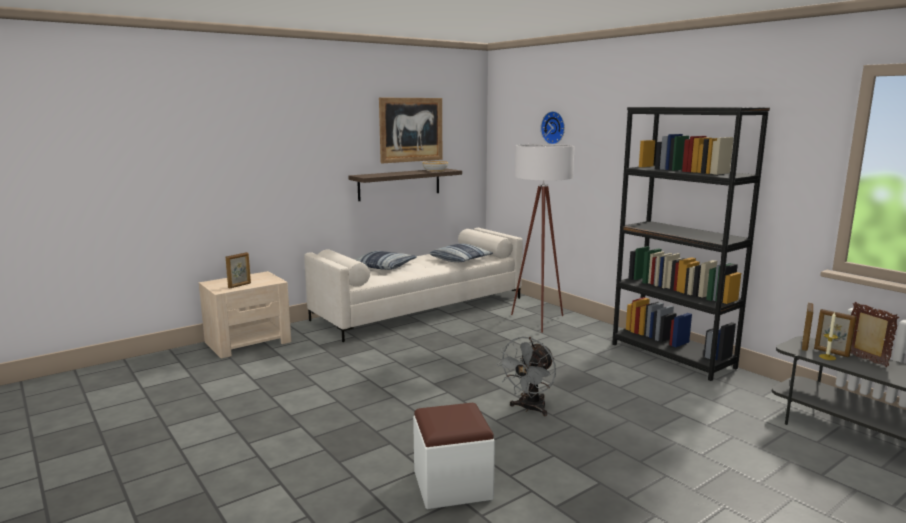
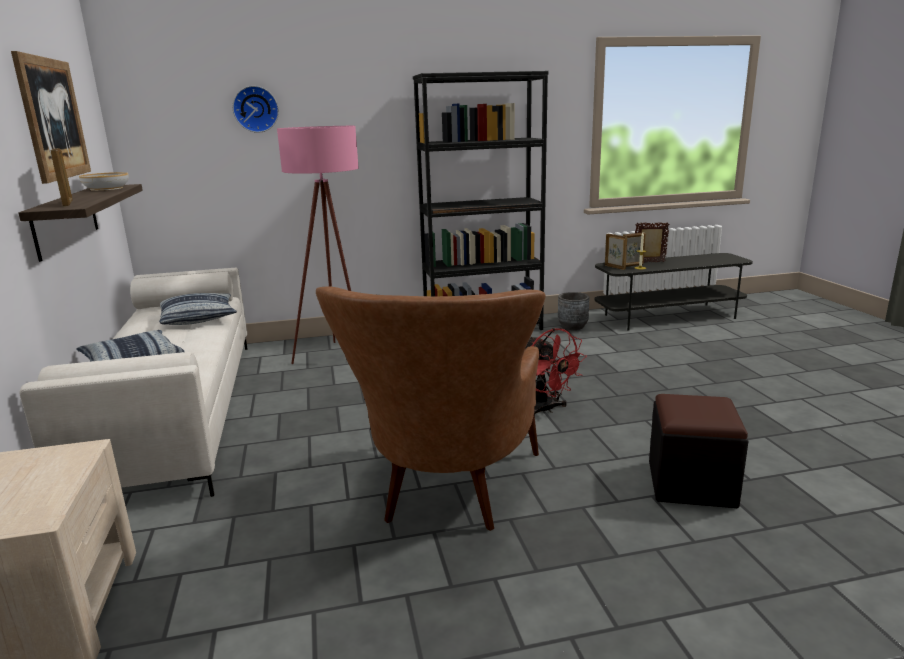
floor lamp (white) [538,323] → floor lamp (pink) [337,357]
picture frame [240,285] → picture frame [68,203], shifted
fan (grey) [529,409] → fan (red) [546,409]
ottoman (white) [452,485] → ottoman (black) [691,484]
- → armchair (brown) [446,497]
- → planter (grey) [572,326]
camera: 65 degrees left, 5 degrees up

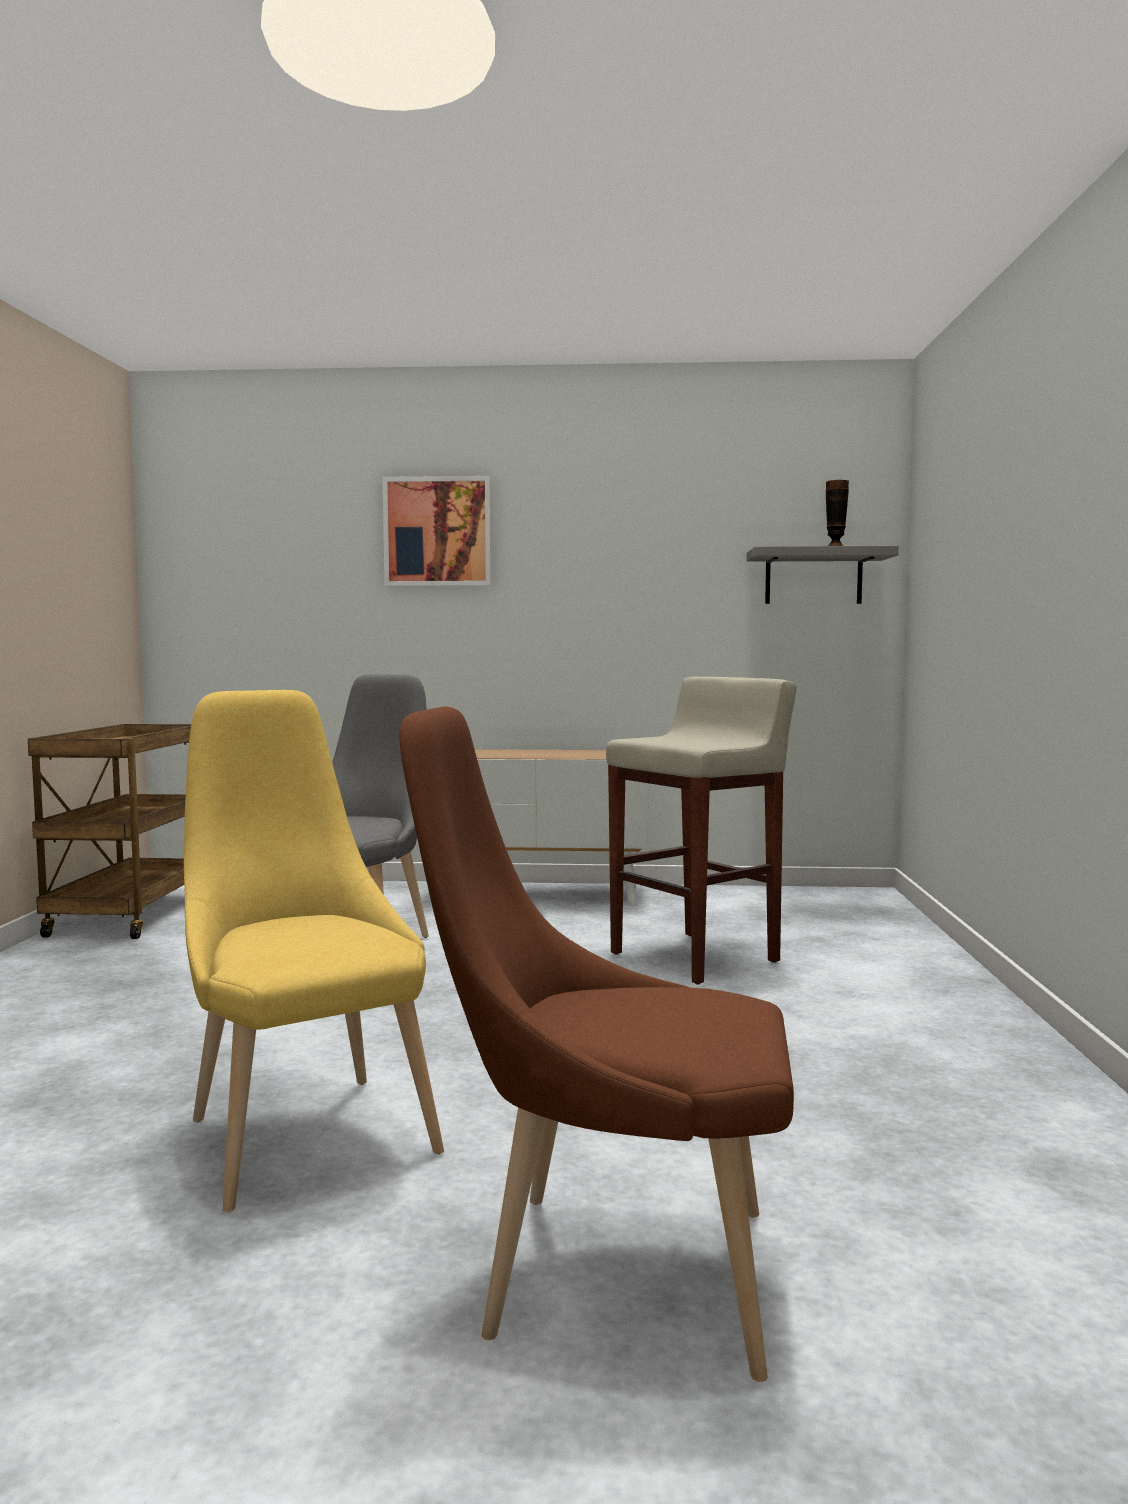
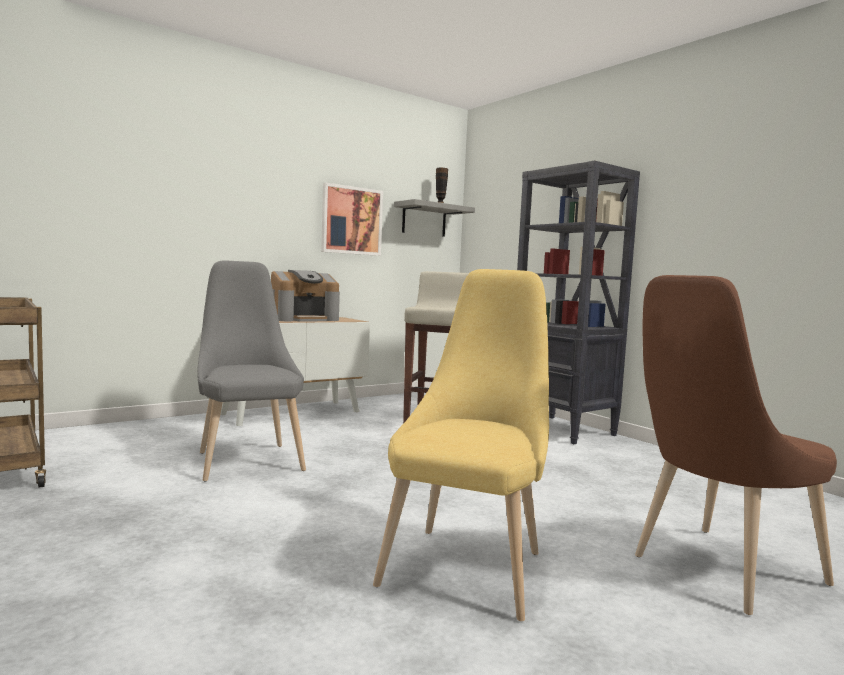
picture [437,532] → picture [351,220], shifted
chair (yellow) [303,1130] → chair (yellow) [468,564], 90 degrees clockwise
- → bookcase (black) [562,430]
- → coffee machine [303,319]
camera: 40 degrees left, 0 degrees up

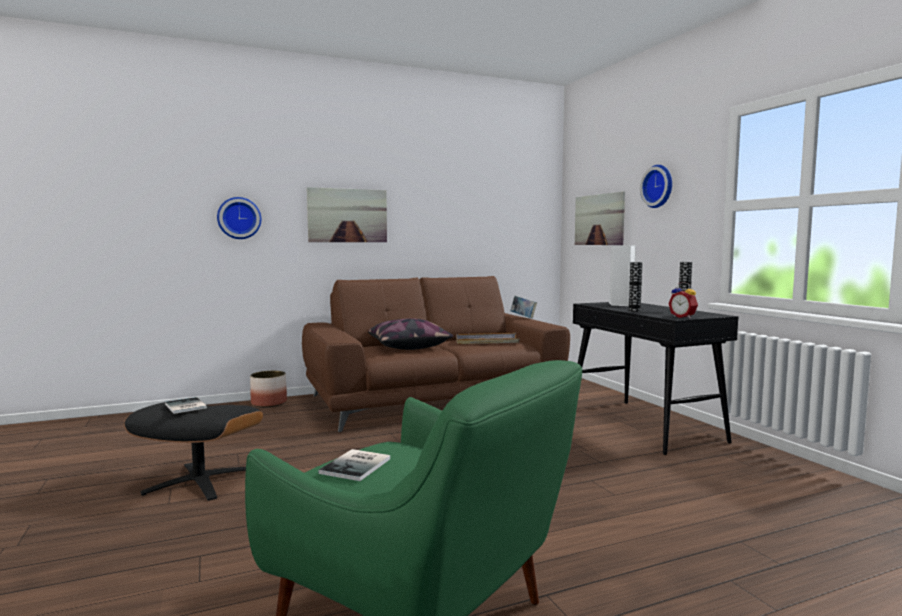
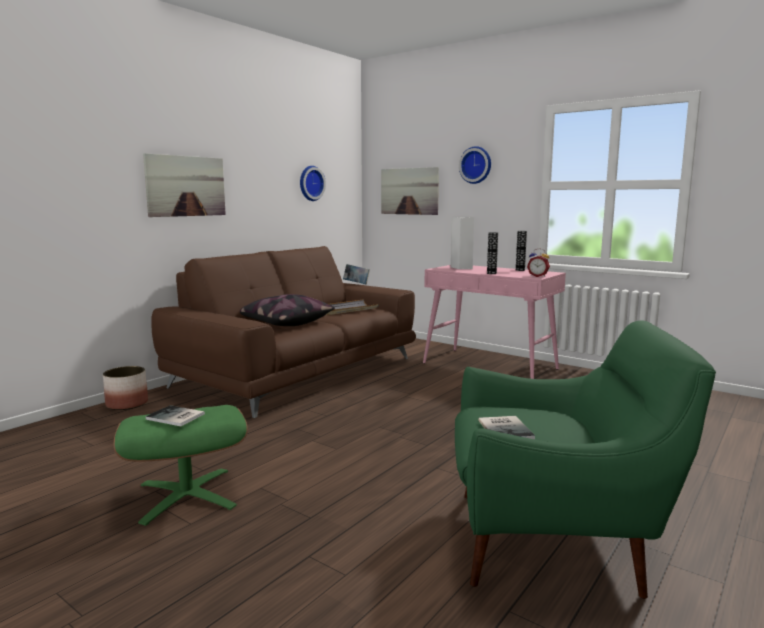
wall clock [239,218] → wall clock [310,183], shifted
console table (black) [644,426] → console table (pink) [490,366]
ottoman (black) [199,481] → ottoman (green) [186,495]
camera: 30 degrees left, 5 degrees up

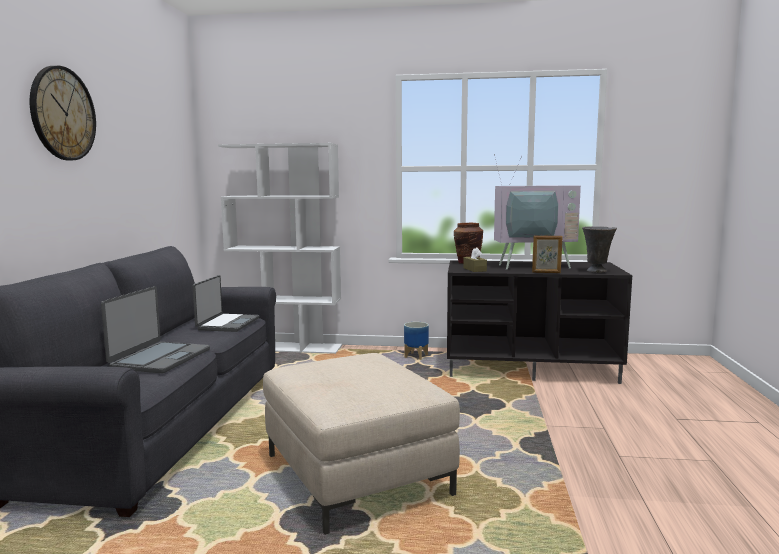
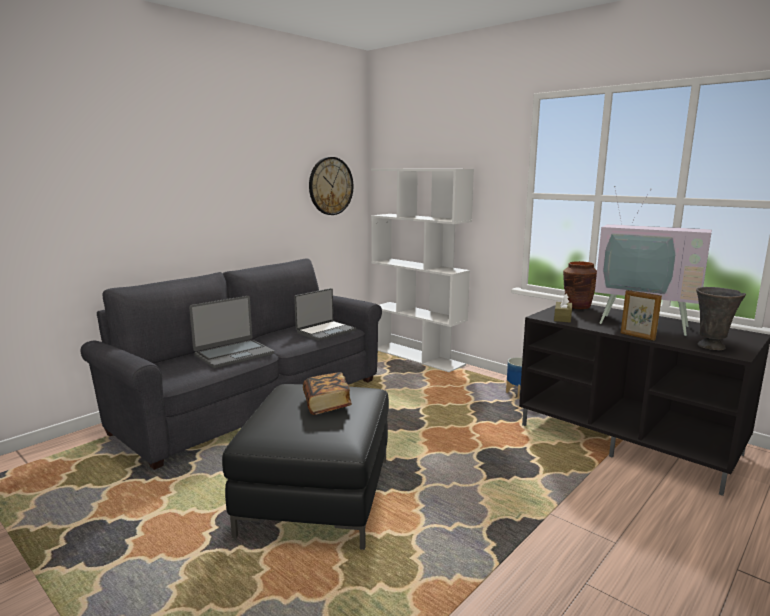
wall clock [62,114] → wall clock [330,186], shifted
ottoman (beige) [356,475] → ottoman (black) [318,496]
- → book [327,405]
camera: 35 degrees right, 5 degrees up

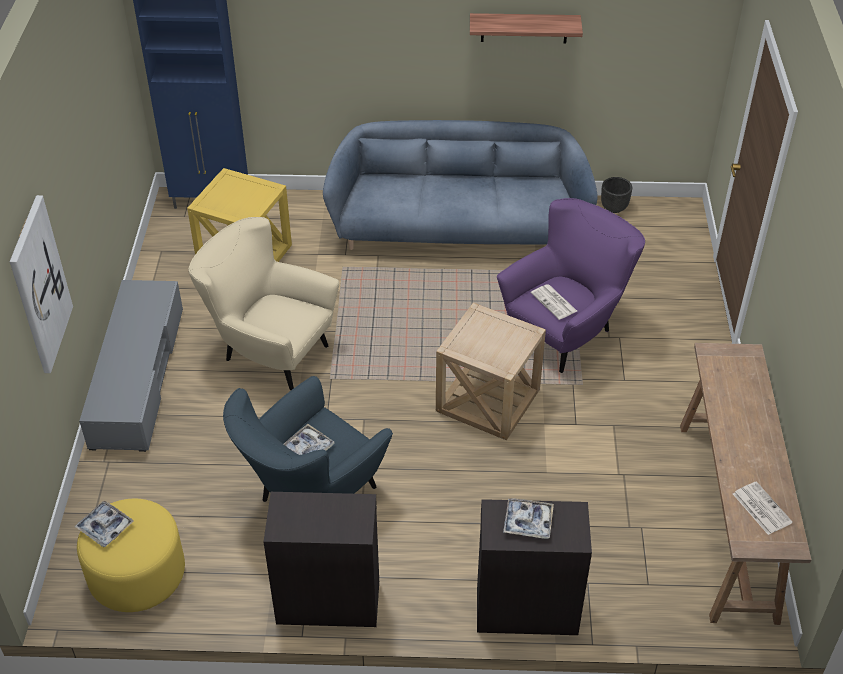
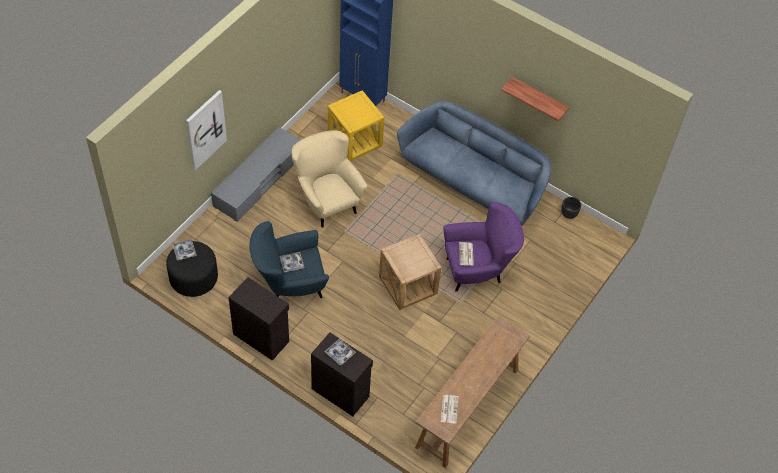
ottoman (yellow) [137,574] → ottoman (black) [193,278]
camera: 30 degrees right, 10 degrees up

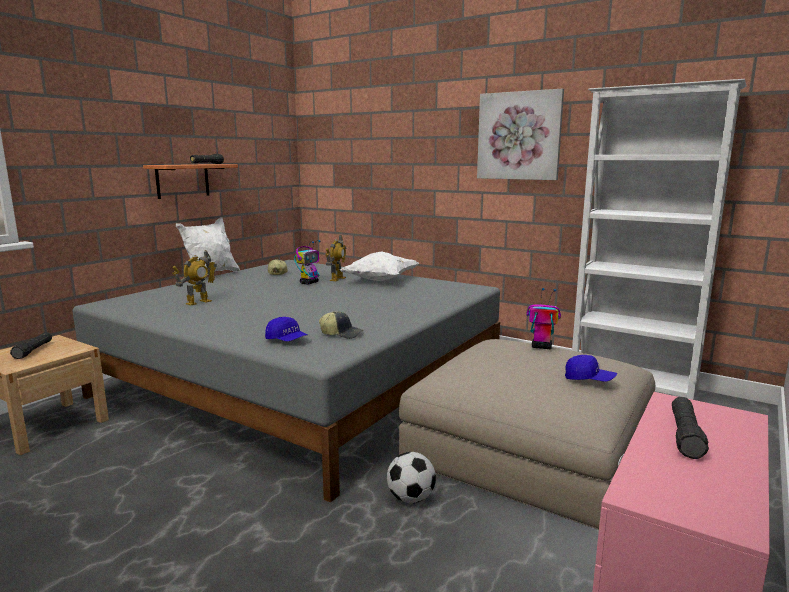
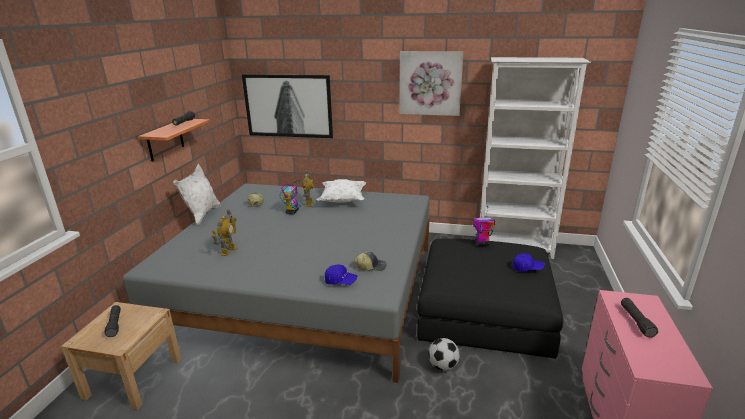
ottoman (beige) [529,447] → ottoman (black) [484,309]
- → picture [288,106]
camera: 20 degrees left, 10 degrees up

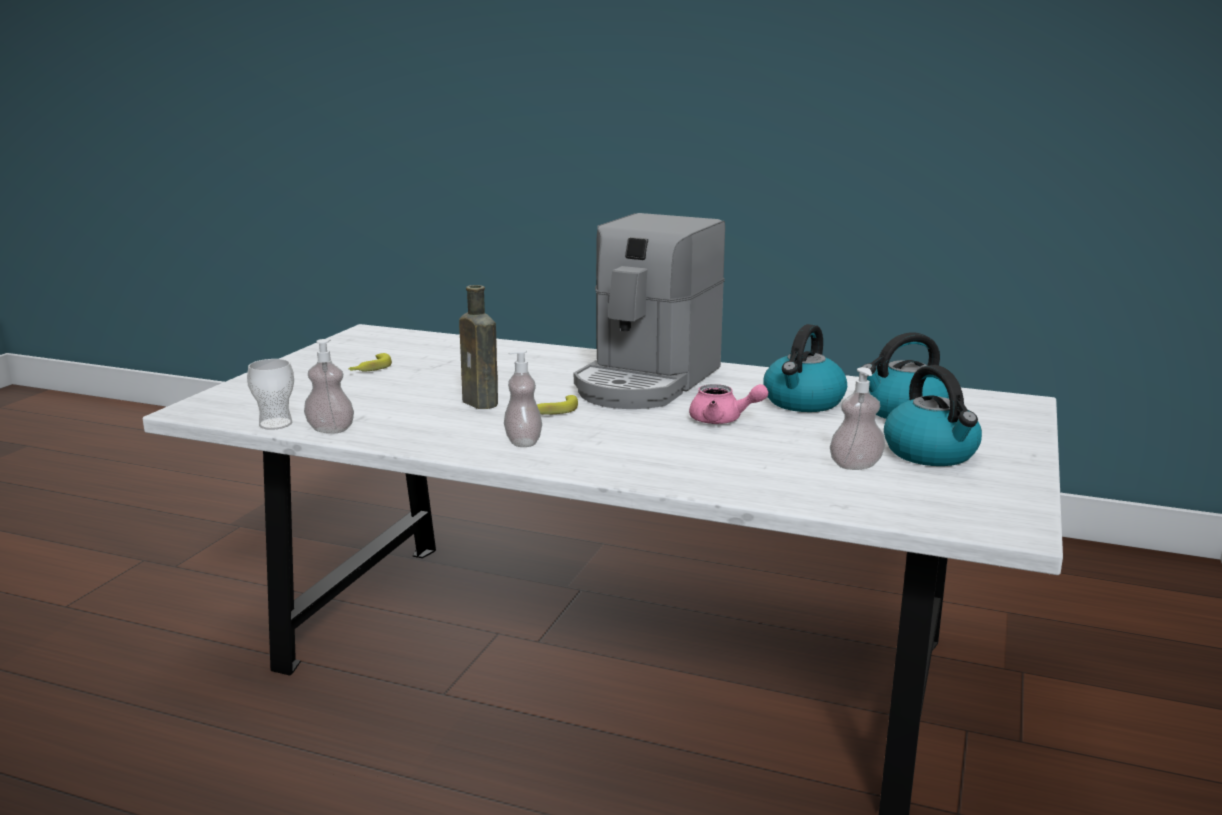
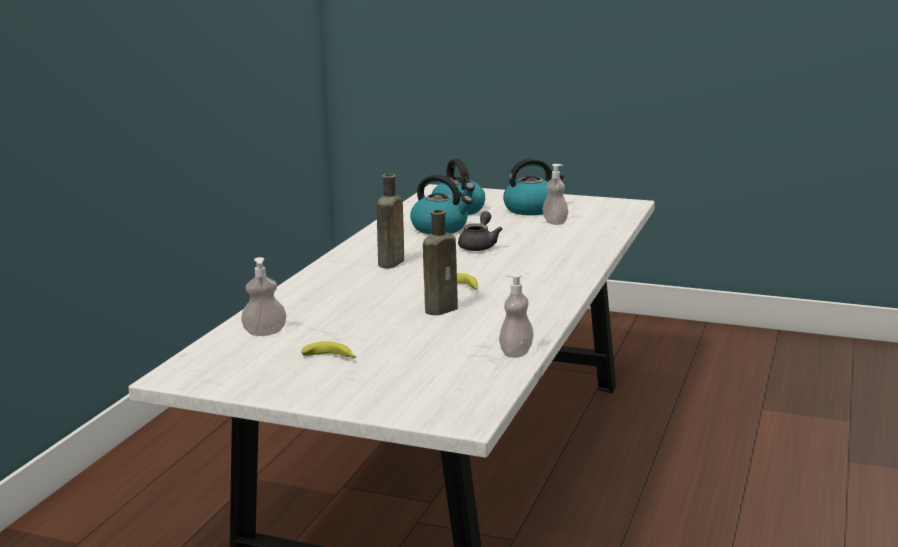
coffee machine [646,382] → bottle (brown) [390,264]
soap dispenser [523,442] → soap dispenser [265,332], shifted
cup [275,424] → -
teapot (pink) [722,420] → teapot (grey) [479,245]
camera: 90 degrees left, 0 degrees up

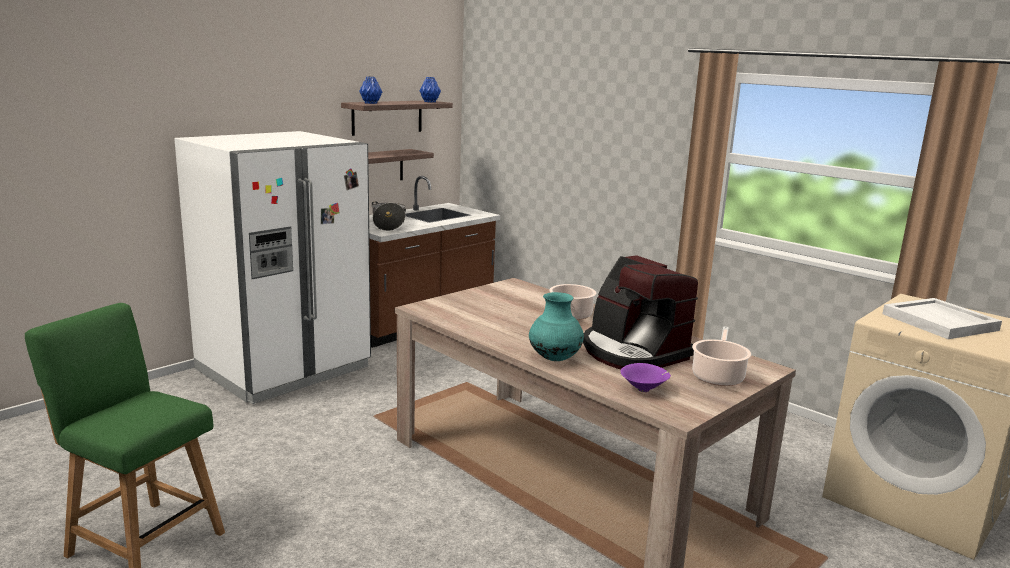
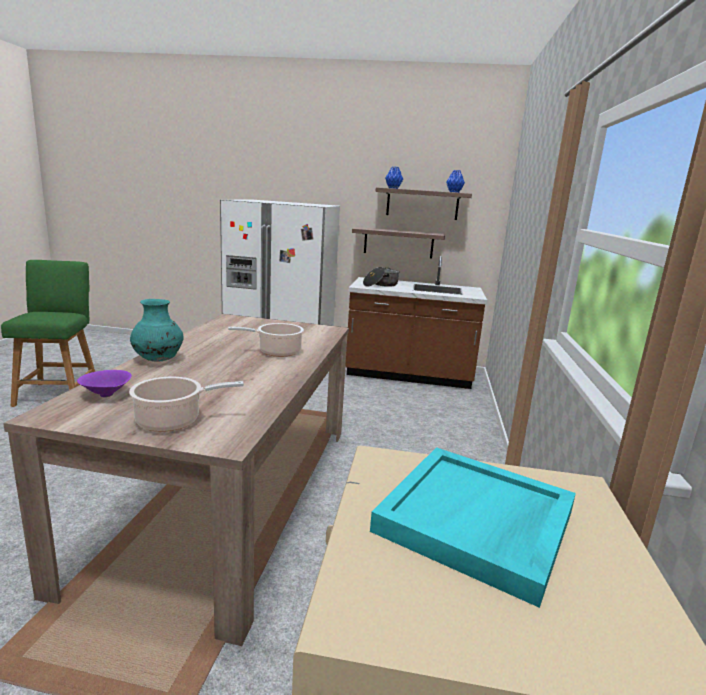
coffee machine [632,352] → -
tray (white) [940,322] → tray (turquoise) [477,522]
camera: 55 degrees right, 0 degrees up

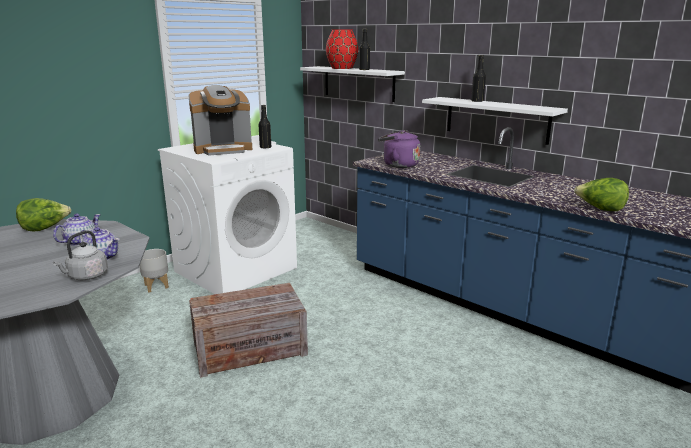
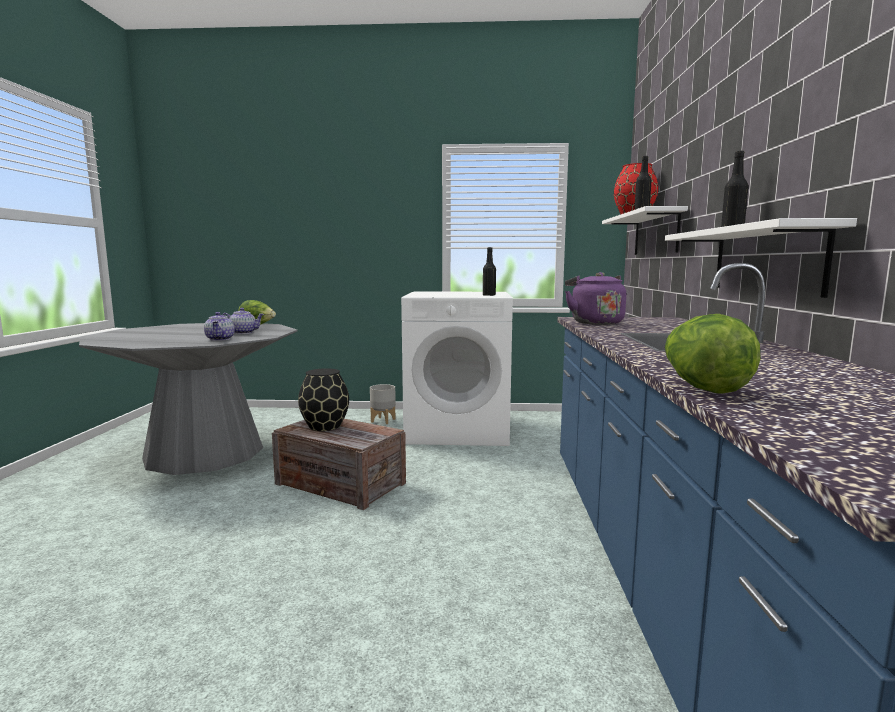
coffee machine [223,149] → -
kettle (grey) [86,276] → -
- → vase (black) [325,426]
camera: 50 degrees right, 10 degrees down

